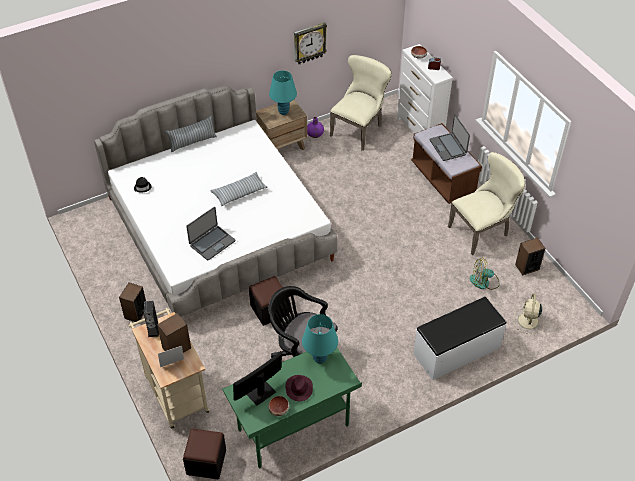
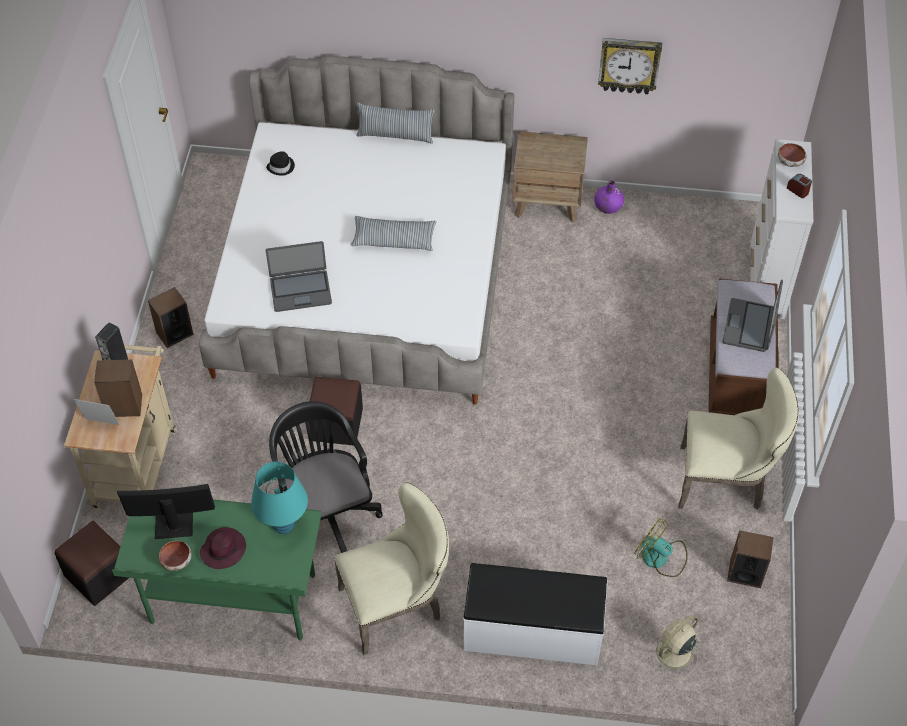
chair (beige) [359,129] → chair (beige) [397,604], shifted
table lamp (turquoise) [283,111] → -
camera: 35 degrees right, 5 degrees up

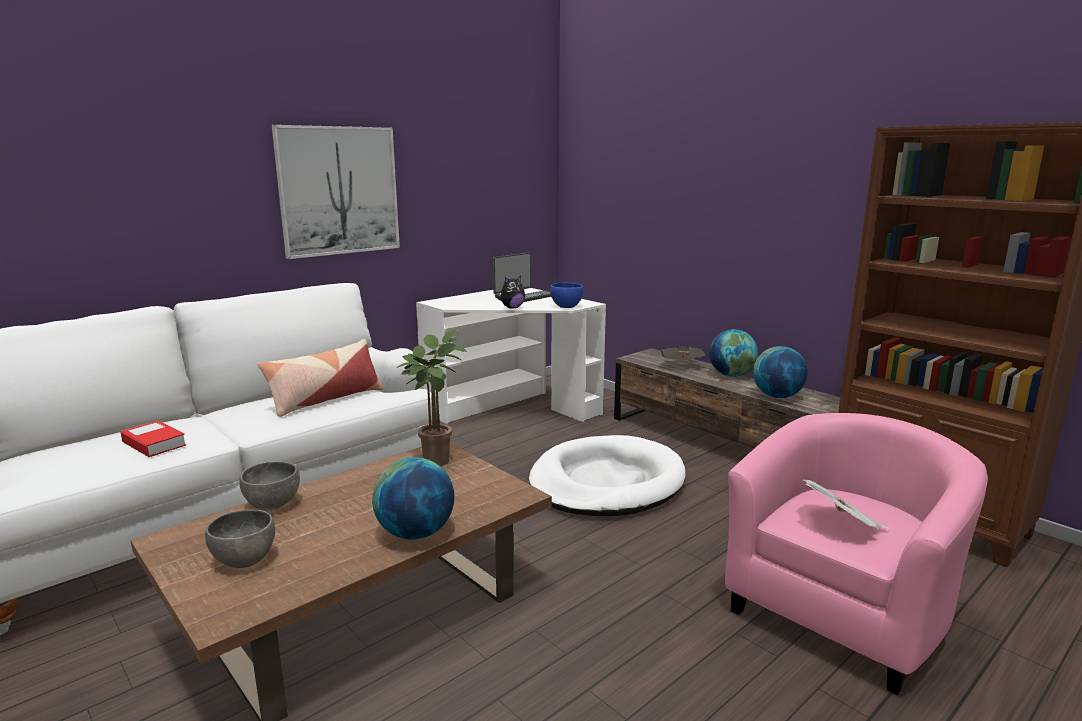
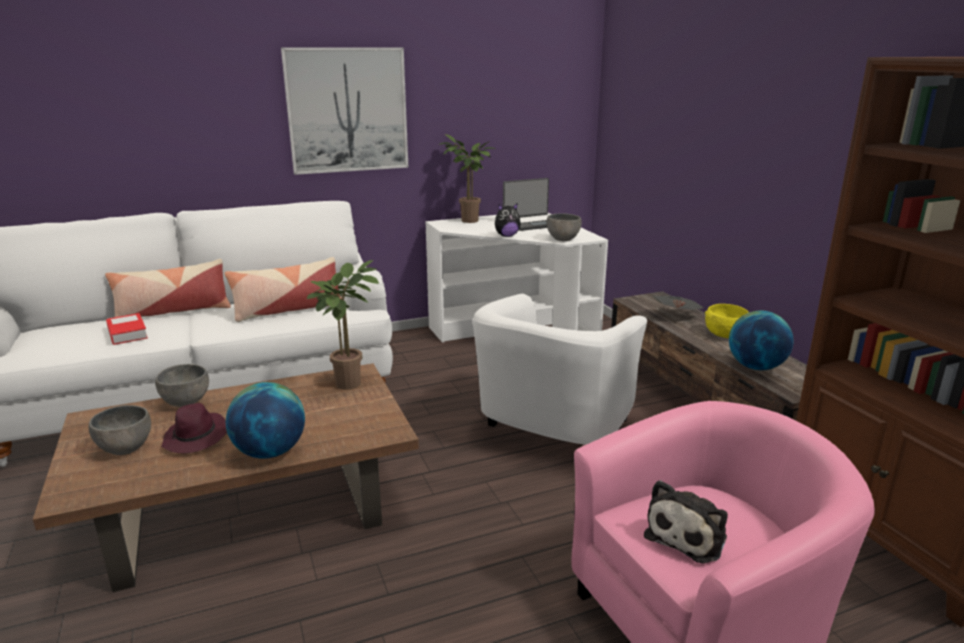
bowl (blue) [567,306] → bowl (grey) [563,239]
globe [731,375] → bowl (yellow) [724,334]
dog bed (white) [606,483] → armchair (white) [550,429]
newspaper [843,525] → plush toy [688,535]
- → potted plant [468,221]
- → pillow [173,312]
- → hat (purple) [196,438]
camera: 20 degrees right, 5 degrees up

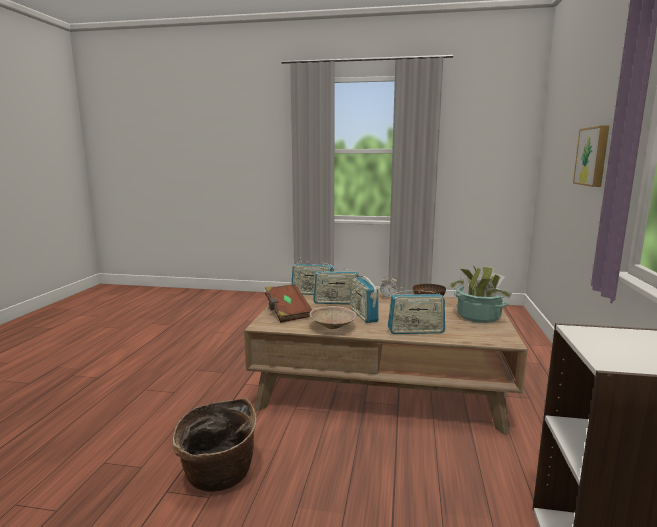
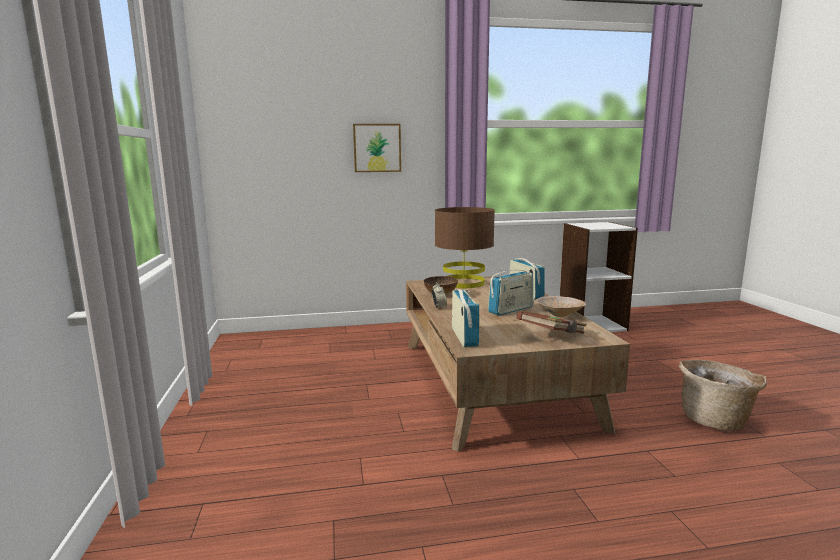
potted plant [478,316] → table lamp (brown) [463,283]
radio [336,302] → -
camera: 110 degrees left, 0 degrees up

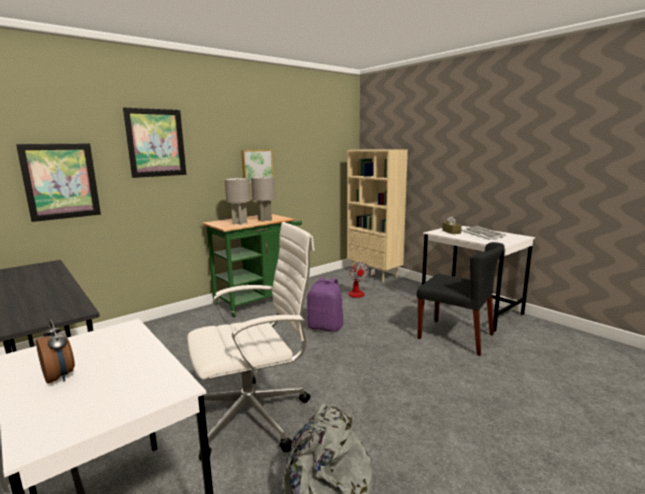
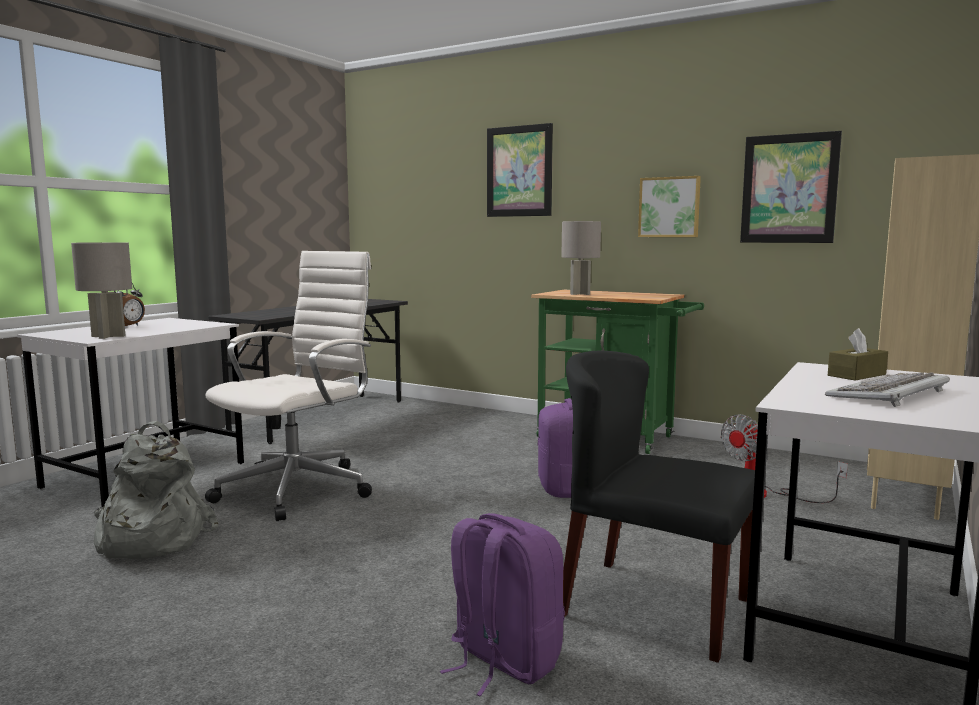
picture [61,181] → picture [789,189], shifted
table lamp (grey) [265,220] → table lamp (grey) [108,336], shifted
office chair (white) [254,416] → office chair (white) [299,489], 105 degrees counterclockwise
chair (black) [456,336] → chair (black) [653,606], 105 degrees clockwise
- → backpack (purple) [502,661]
camera: 70 degrees right, 5 degrees down

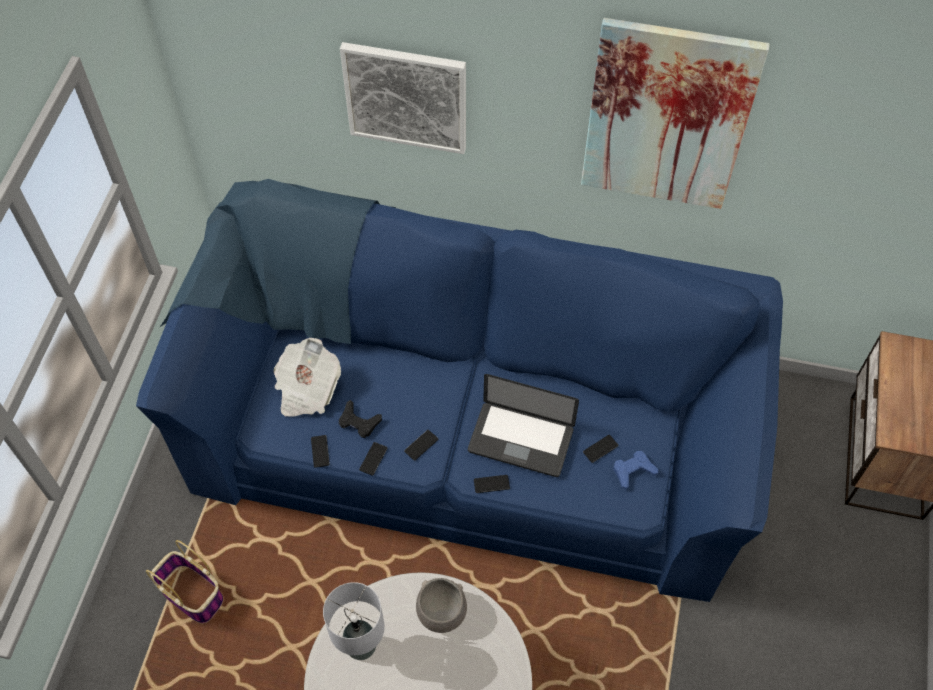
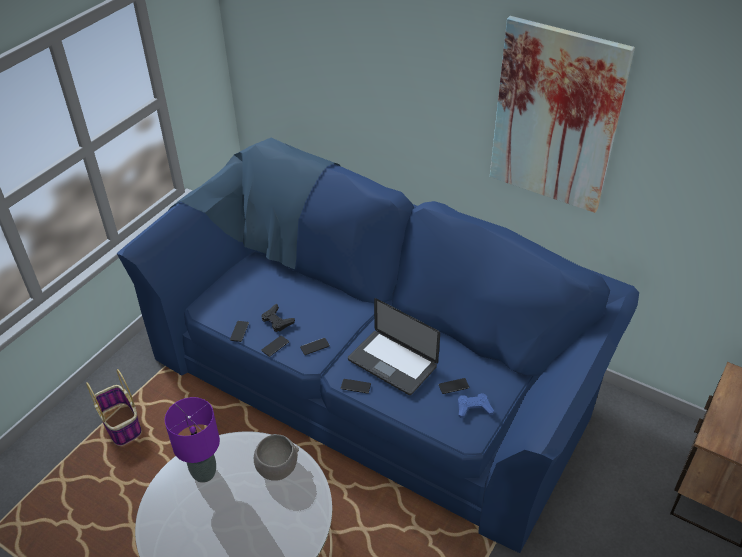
picture [406,97] → -
newspaper [307,389] → -
table lamp (grey) [360,647] → table lamp (purple) [203,473]
camera: 20 degrees right, 15 degrees down

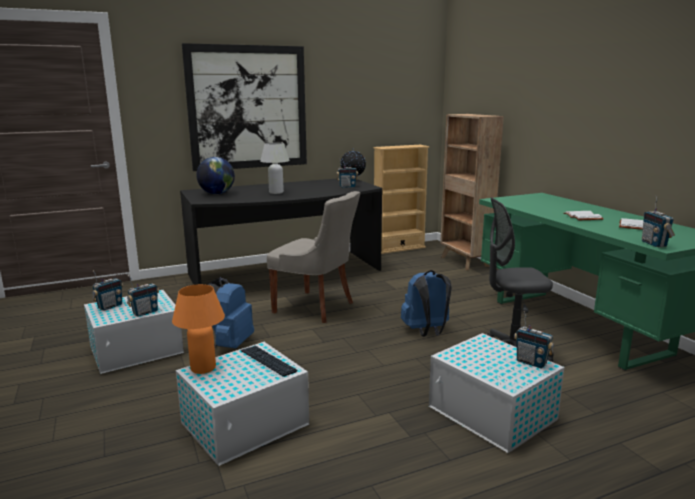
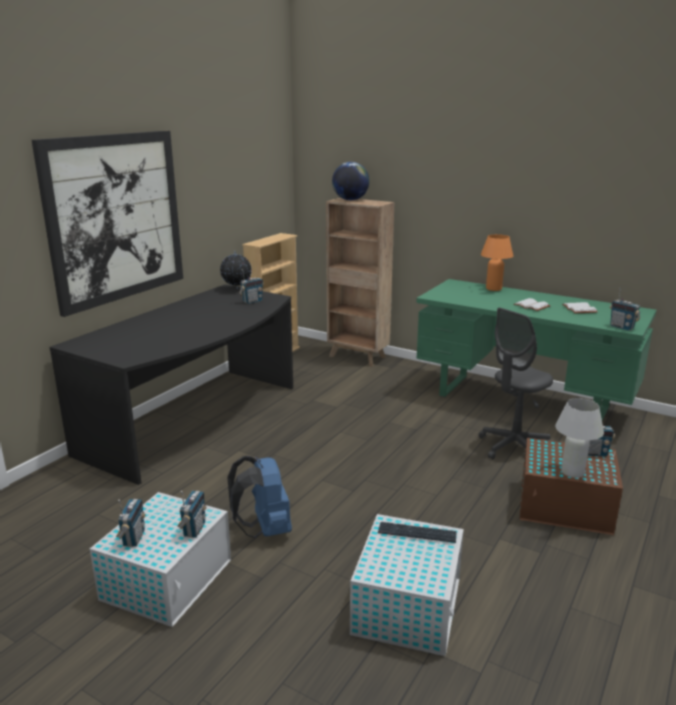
table lamp (white) [276,192] → table lamp (white) [572,472], shifted
globe [217,194] → globe [350,200], shifted
chair (grey) [316,307] → -
backpack (blue) [426,331] → -
table lamp (orange) [203,368] → table lamp (orange) [493,289], shifted
storage box (white) [493,414] → storage box (brown) [566,507]
camera: 35 degrees left, 5 degrees up

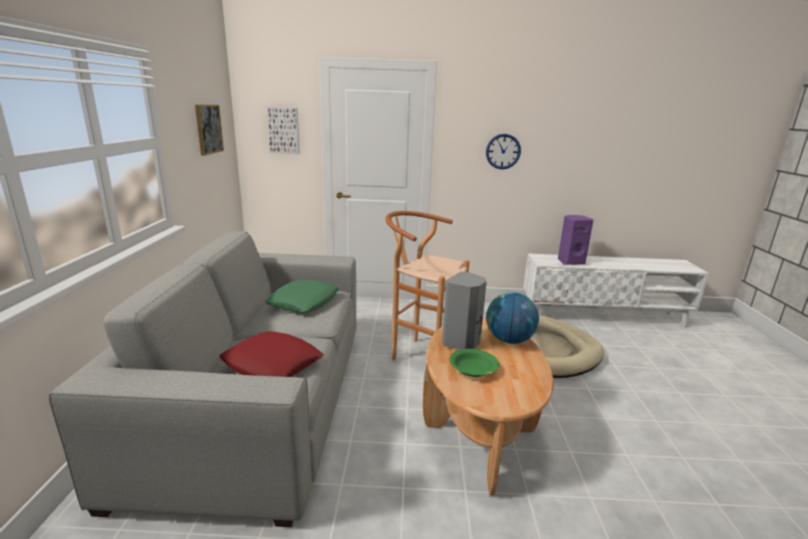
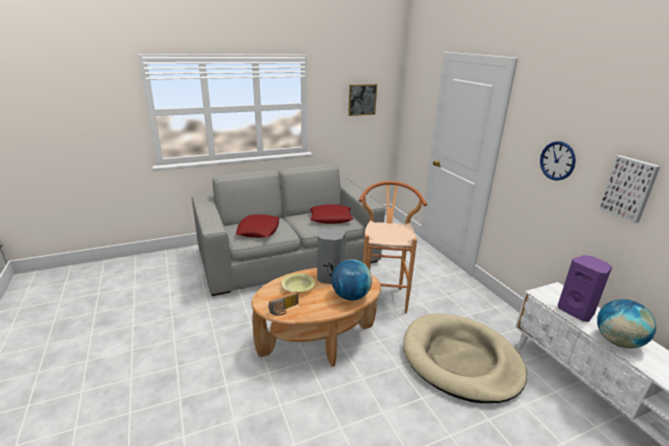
picture [284,130] → picture [629,188], shifted
pillow (green) [304,302] → pillow (red) [331,218]
bowl (green) [473,369] → bowl (yellow) [298,287]
- → radio [284,310]
- → globe [617,341]
camera: 65 degrees right, 5 degrees up

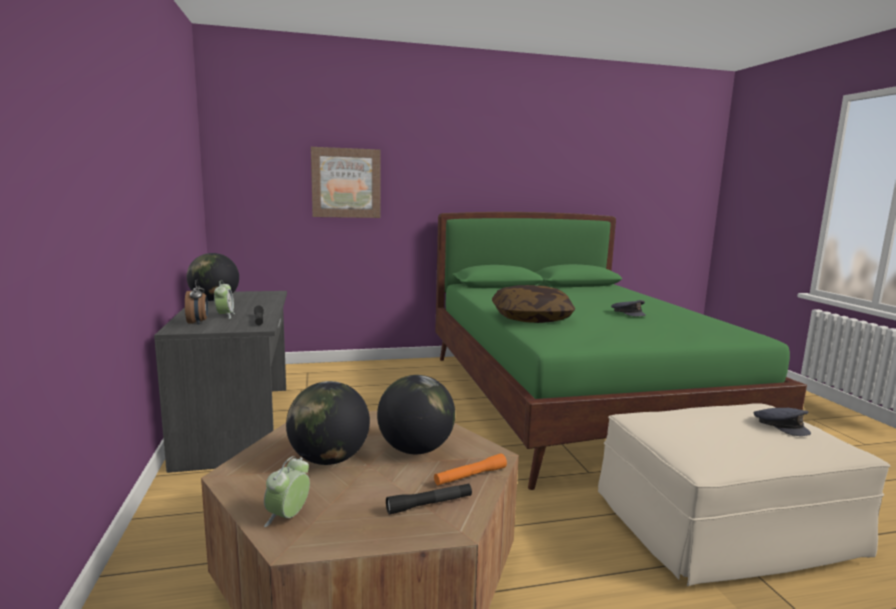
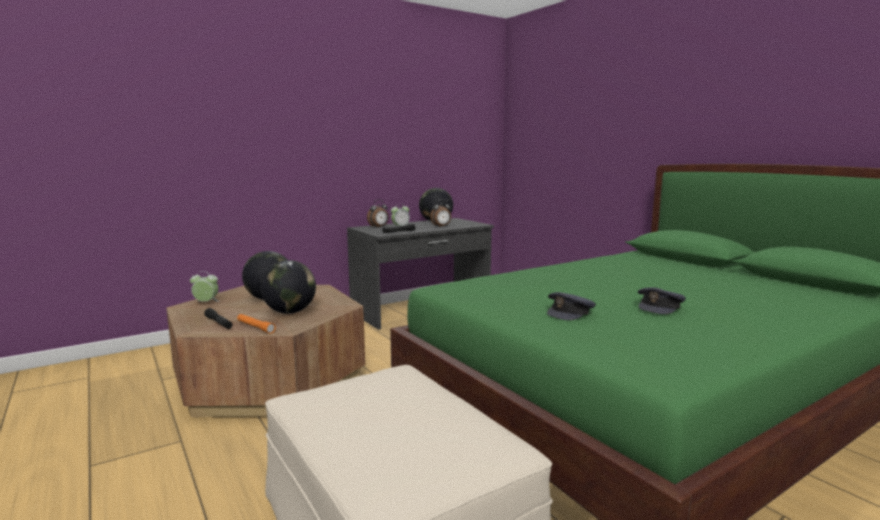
picture [346,183] → -
pillow [531,318] → -
cap (grey) [781,425] → cap (grey) [570,312], shifted
- → alarm clock [441,226]
camera: 70 degrees right, 0 degrees up

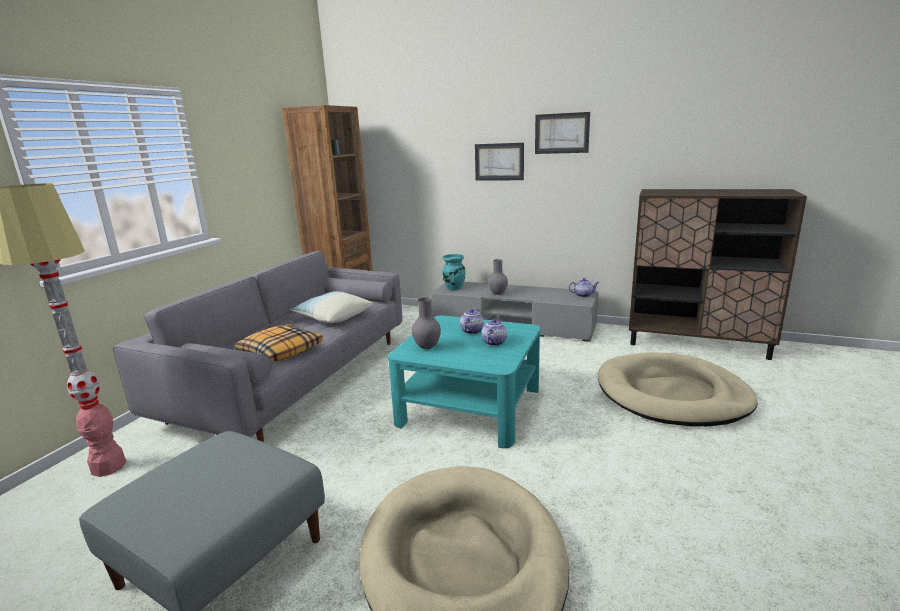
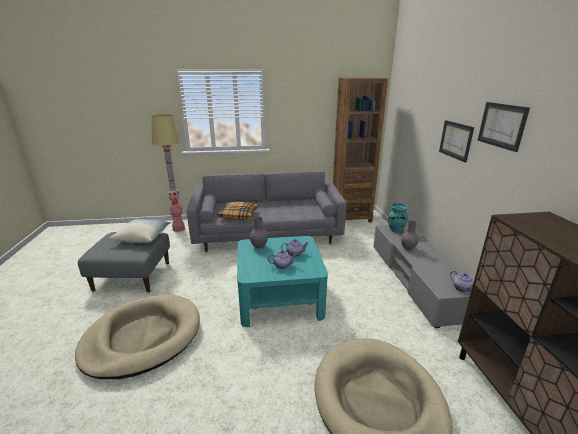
pillow [333,317] → pillow [143,237], shifted
camera: 60 degrees right, 5 degrees up

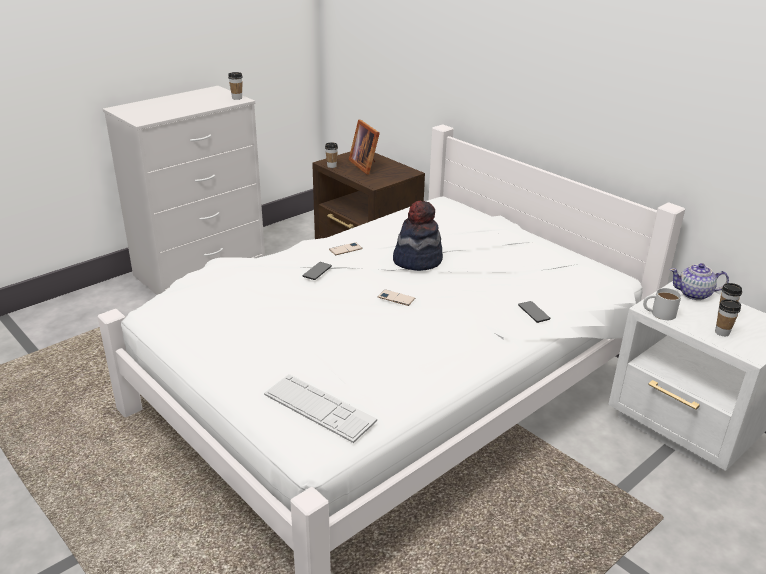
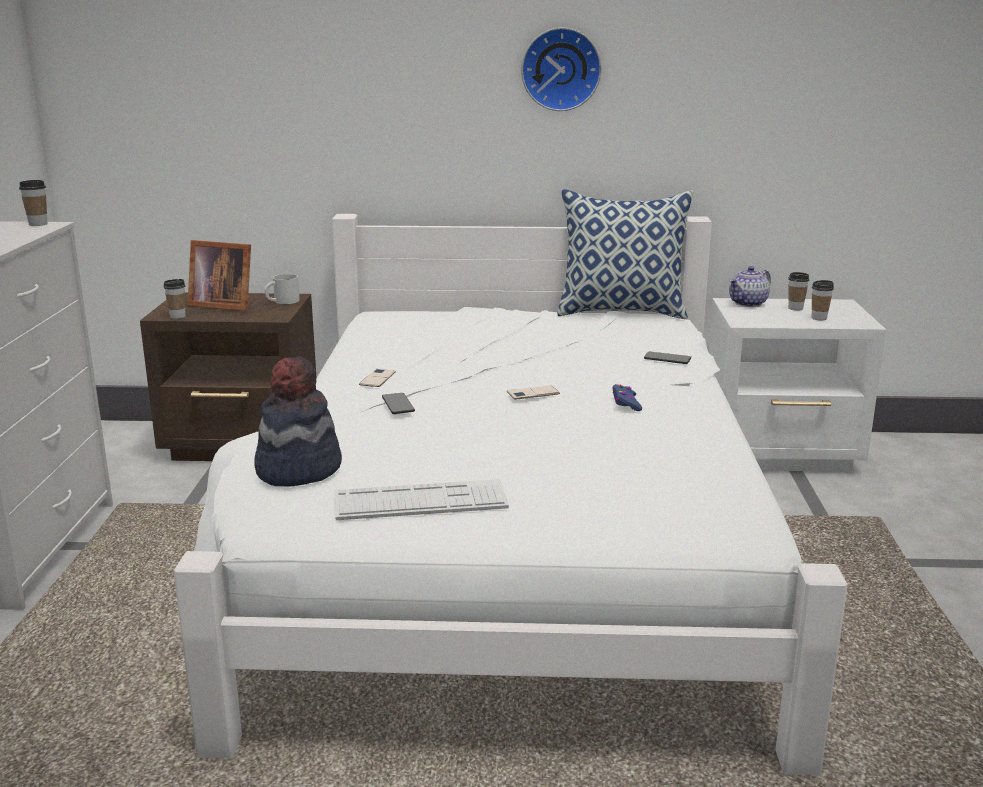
hat [417,260] → hat [297,469], shifted
mug (white) [658,313] → mug (white) [282,301], shifted
keyboard [319,408] → keyboard [420,502], shifted
- → wall clock [561,69]
- → pillow [622,312]
- → game controller (blue) [626,403]
camera: 45 degrees left, 10 degrees down

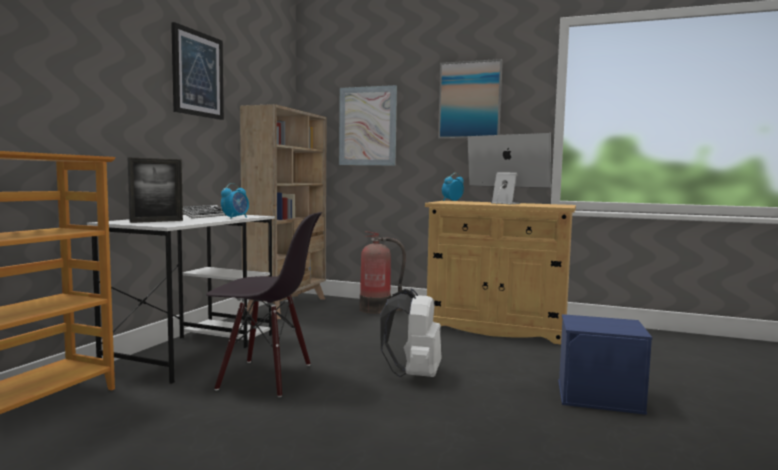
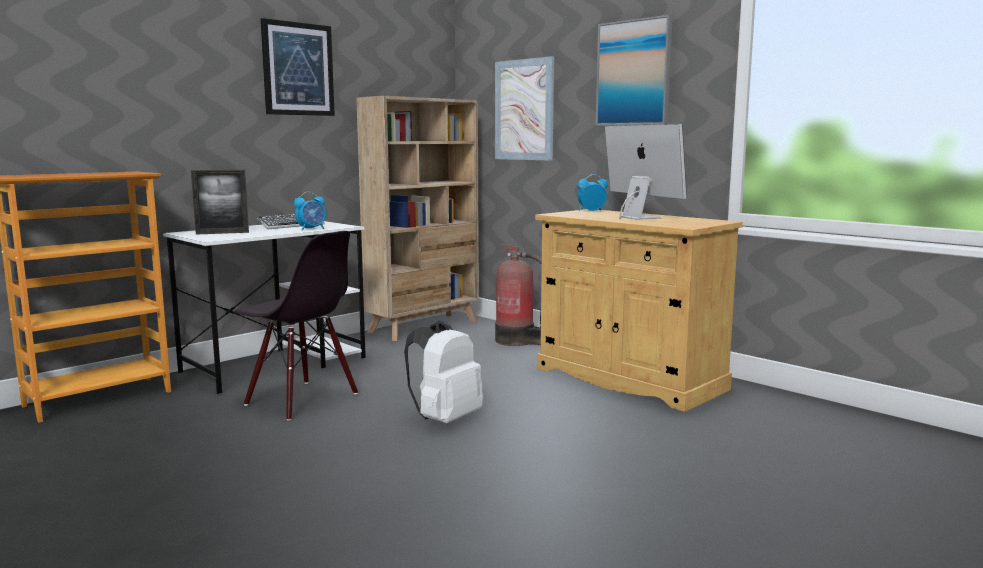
storage box (blue) [600,396] → -
camera: 25 degrees right, 5 degrees up

